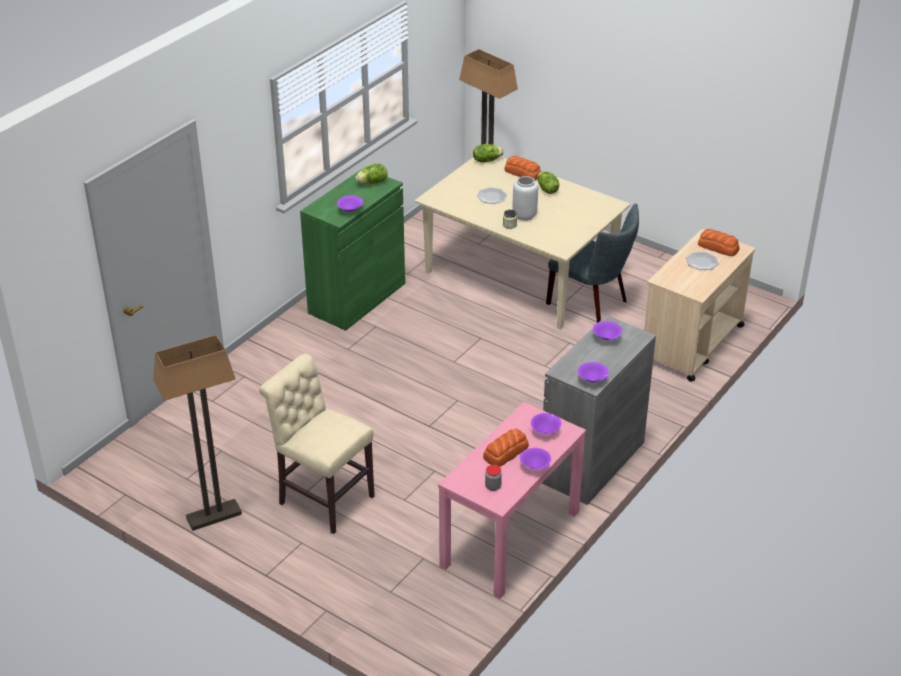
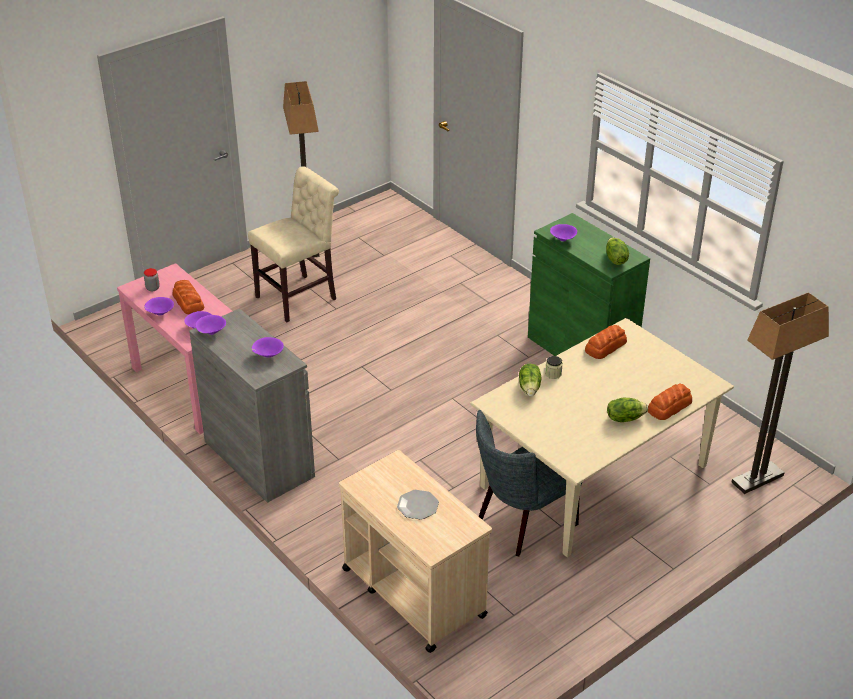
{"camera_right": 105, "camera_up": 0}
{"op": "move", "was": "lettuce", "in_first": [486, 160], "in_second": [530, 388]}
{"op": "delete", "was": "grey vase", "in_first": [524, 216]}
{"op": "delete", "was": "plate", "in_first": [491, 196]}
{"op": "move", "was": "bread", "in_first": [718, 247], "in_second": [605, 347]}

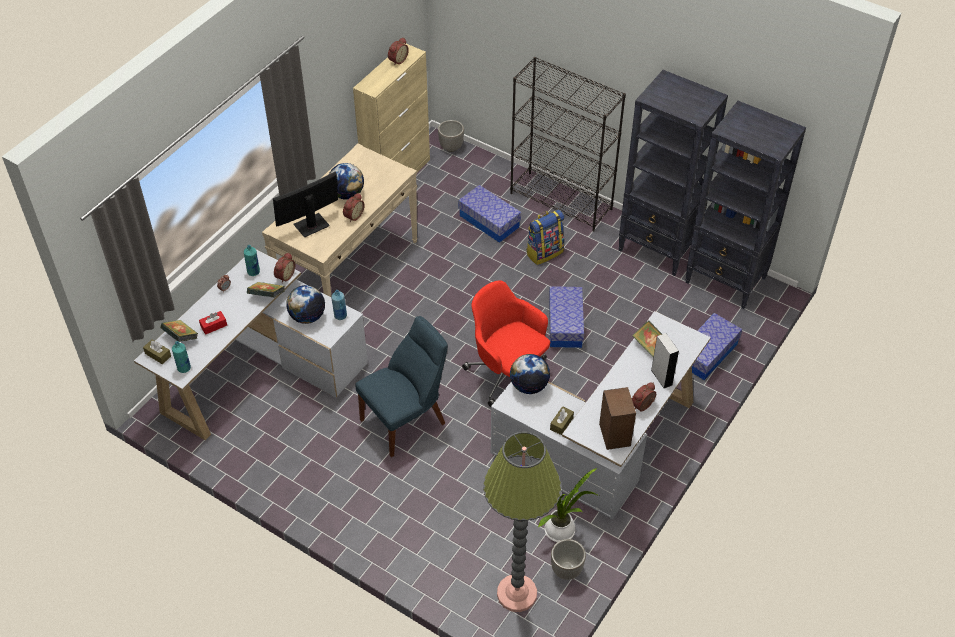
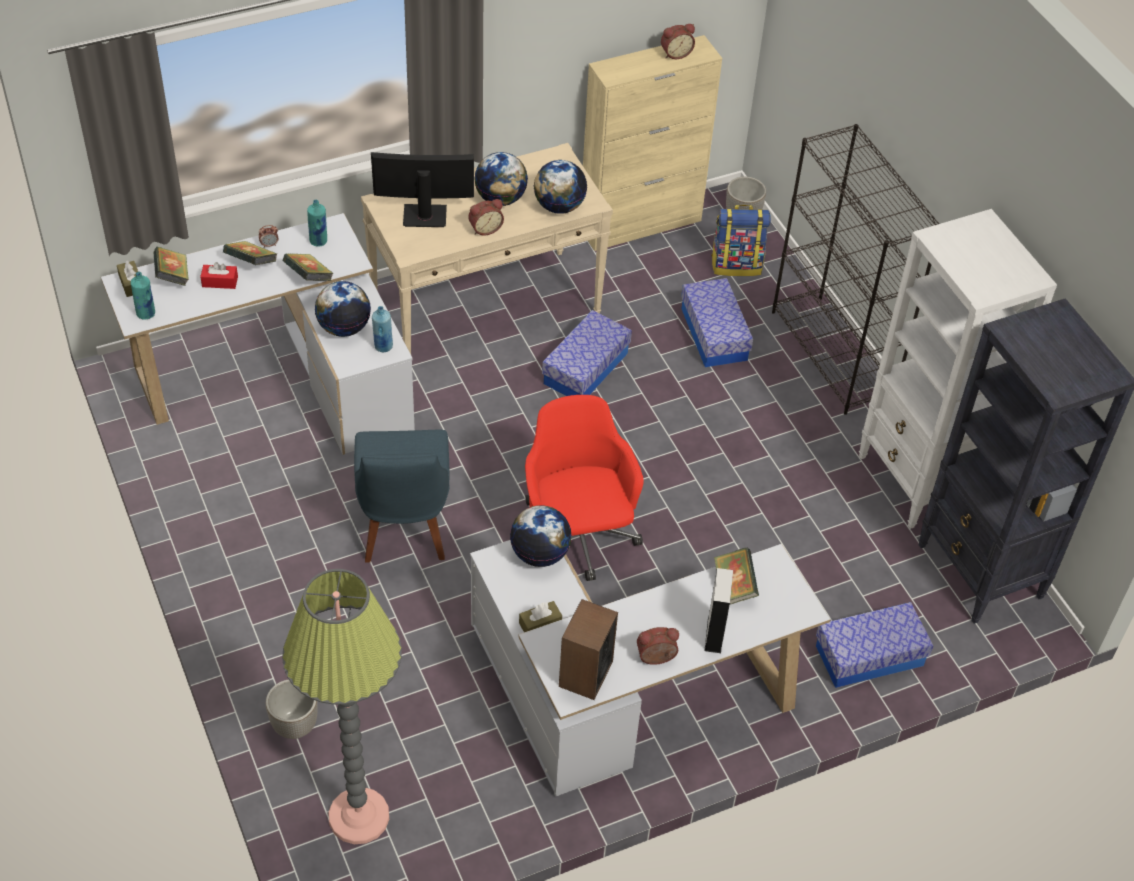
{"camera_right": 30, "camera_up": 0}
{"op": "recolor", "was": "black bookcase", "now": "white bookcase", "in_first": [658, 248], "in_second": [918, 481]}
{"op": "move", "was": "backpack", "in_first": [544, 252], "in_second": [737, 265]}
{"op": "delete", "was": "alarm clock", "in_first": [284, 276]}
{"op": "move", "was": "storage box", "in_first": [565, 324], "in_second": [586, 368]}
{"op": "rotate", "was": "blue chair", "in_first": [406, 420], "in_second": [404, 527], "clockwise": 90}
{"op": "delete", "was": "potted plant", "in_first": [562, 530]}
{"op": "move", "was": "planter", "in_first": [566, 570], "in_second": [295, 725]}
{"op": "insert", "now": "globe", "in_second": [559, 206]}
{"op": "insert", "now": "book", "in_second": [251, 264]}

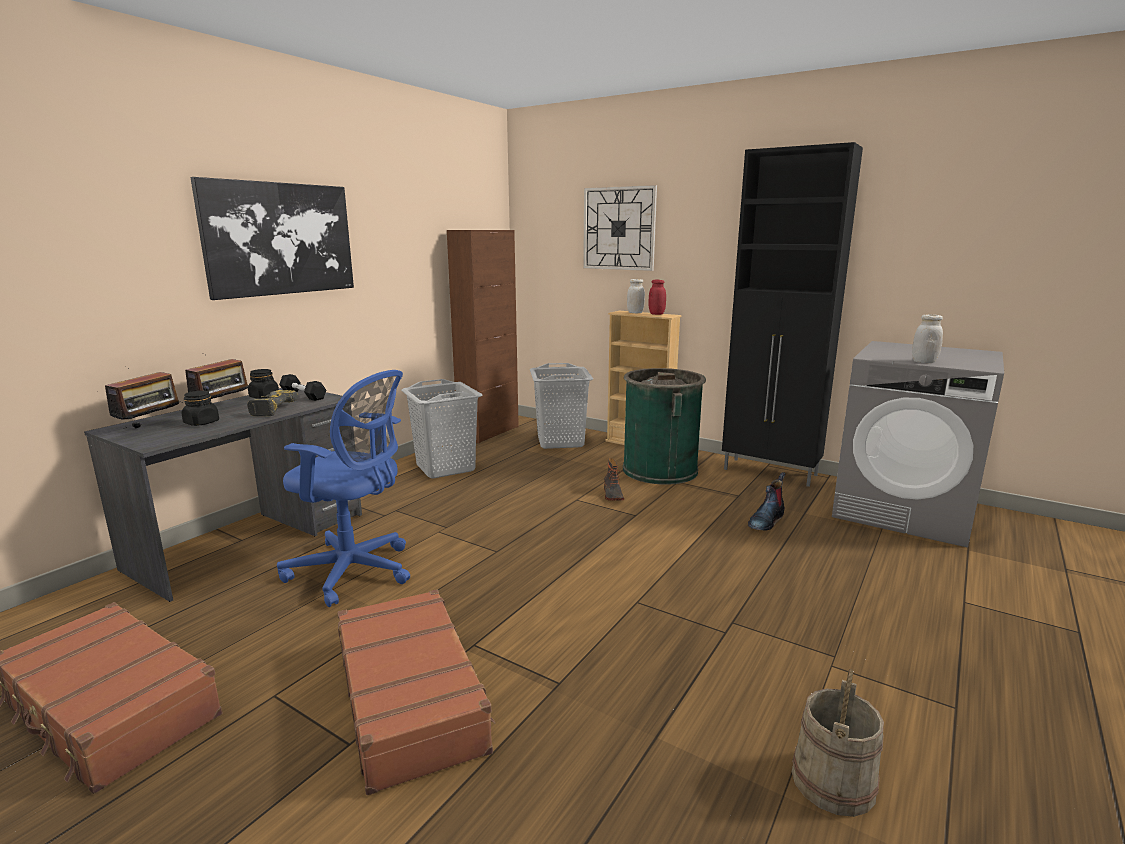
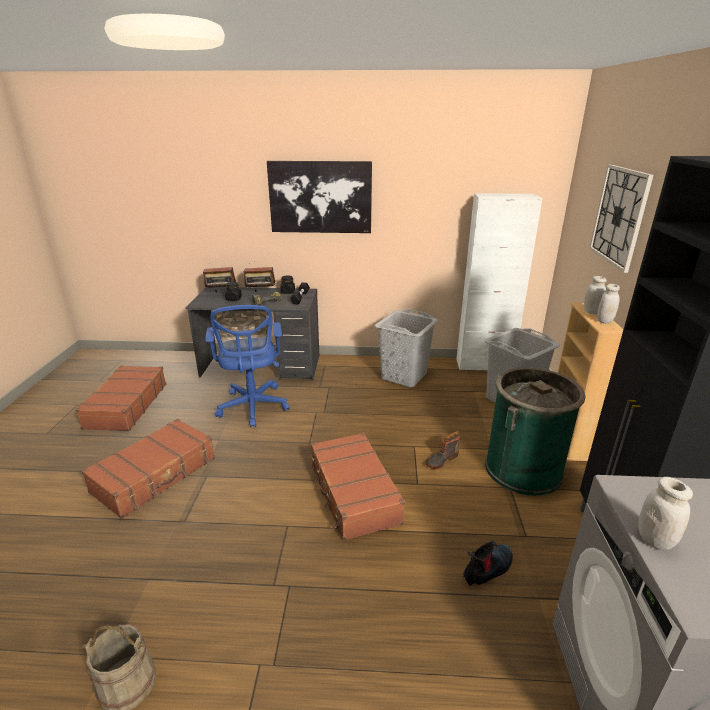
{"camera_right": 60, "camera_up": 10}
{"op": "recolor", "was": "brown cabinet", "now": "white cabinet", "in_first": [489, 432], "in_second": [484, 365]}
{"op": "recolor", "was": "red jar", "now": "white jar", "in_first": [656, 314], "in_second": [604, 321]}
{"op": "rotate", "was": "boot", "in_first": [766, 520], "in_second": [488, 569], "clockwise": 135}
{"op": "insert", "now": "brown suitcase", "in_second": [353, 493]}

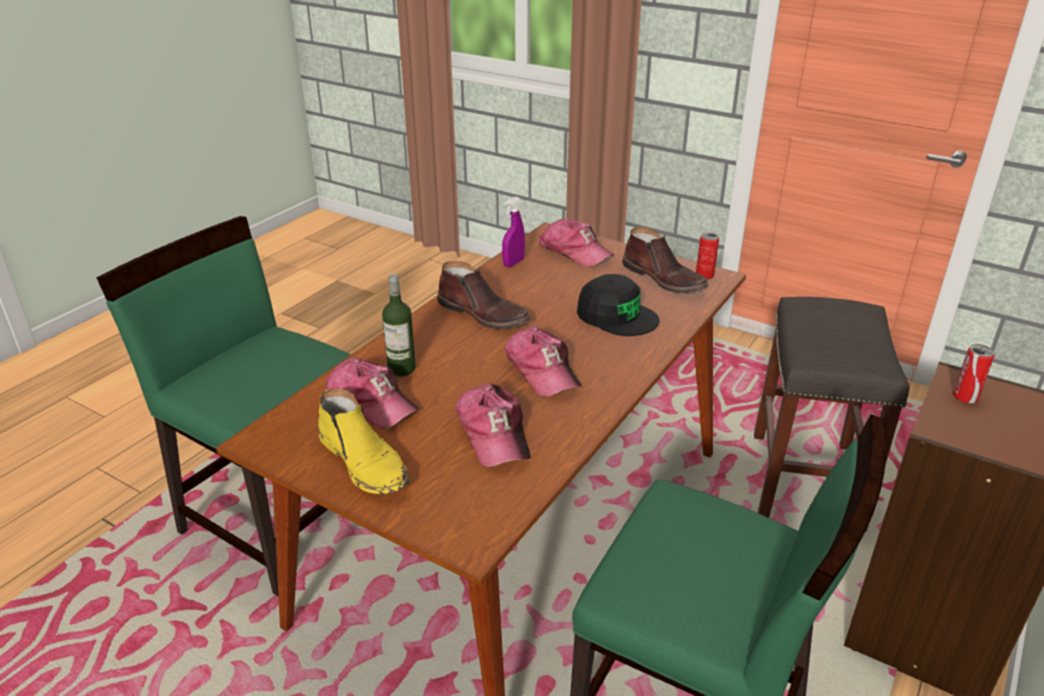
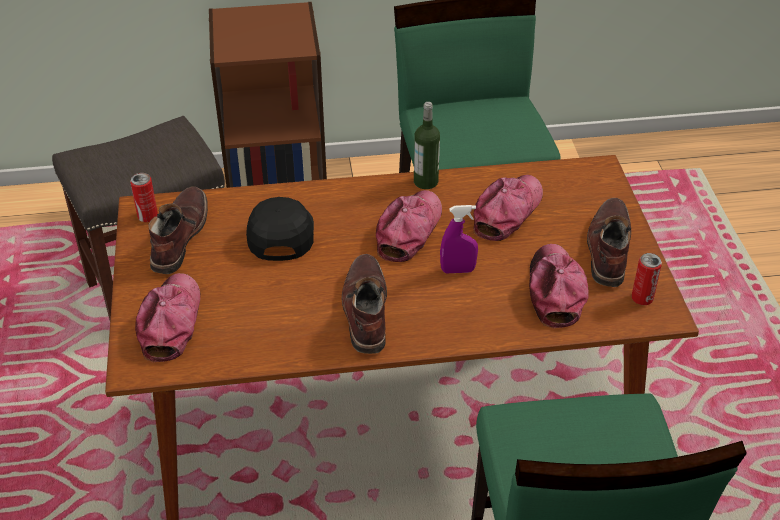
{"camera_right": -130, "camera_up": 10}
{"op": "move", "was": "purple spray bottle", "in_first": [513, 263], "in_second": [458, 270]}
{"op": "move", "was": "bottle", "in_first": [401, 369], "in_second": [425, 182]}
{"op": "move", "was": "can", "in_first": [965, 397], "in_second": [642, 298]}
{"op": "recolor", "was": "yellow boot", "now": "brown boot", "in_first": [365, 462], "in_second": [608, 248]}

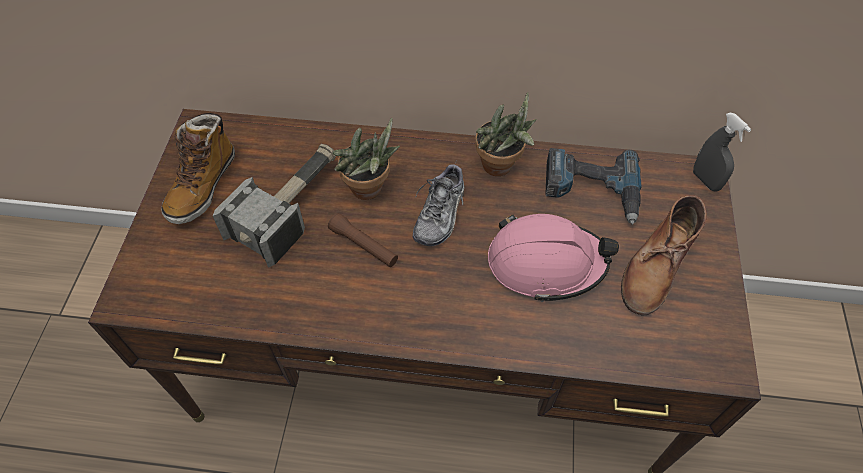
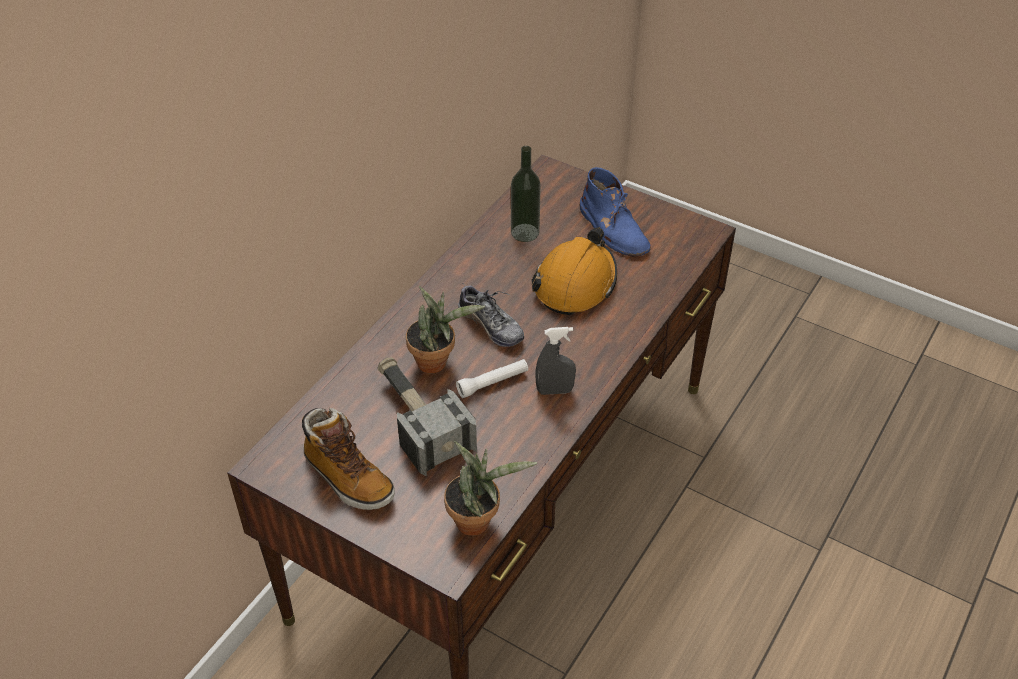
{"camera_right": -65, "camera_up": -10}
{"op": "move", "was": "potted plant", "in_first": [501, 167], "in_second": [478, 520]}
{"op": "move", "was": "grey spray bottle", "in_first": [705, 180], "in_second": [554, 390]}
{"op": "replace", "was": "power drill", "now": "bottle", "in_first": [591, 190], "in_second": [525, 232]}
{"op": "recolor", "was": "brown boot", "now": "blue boot", "in_first": [656, 267], "in_second": [613, 229]}
{"op": "recolor", "was": "brown flashlight", "now": "white flashlight", "in_first": [364, 246], "in_second": [493, 383]}
{"op": "recolor", "was": "pink hard hat", "now": "orange hard hat", "in_first": [546, 263], "in_second": [575, 283]}

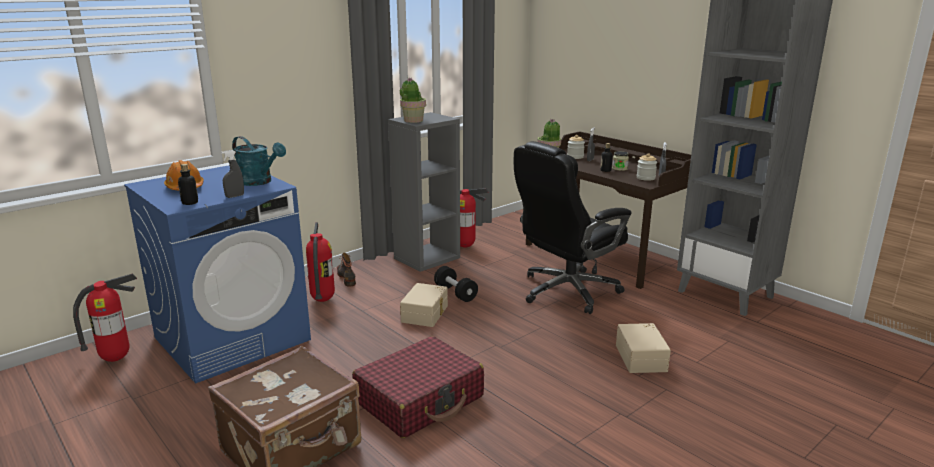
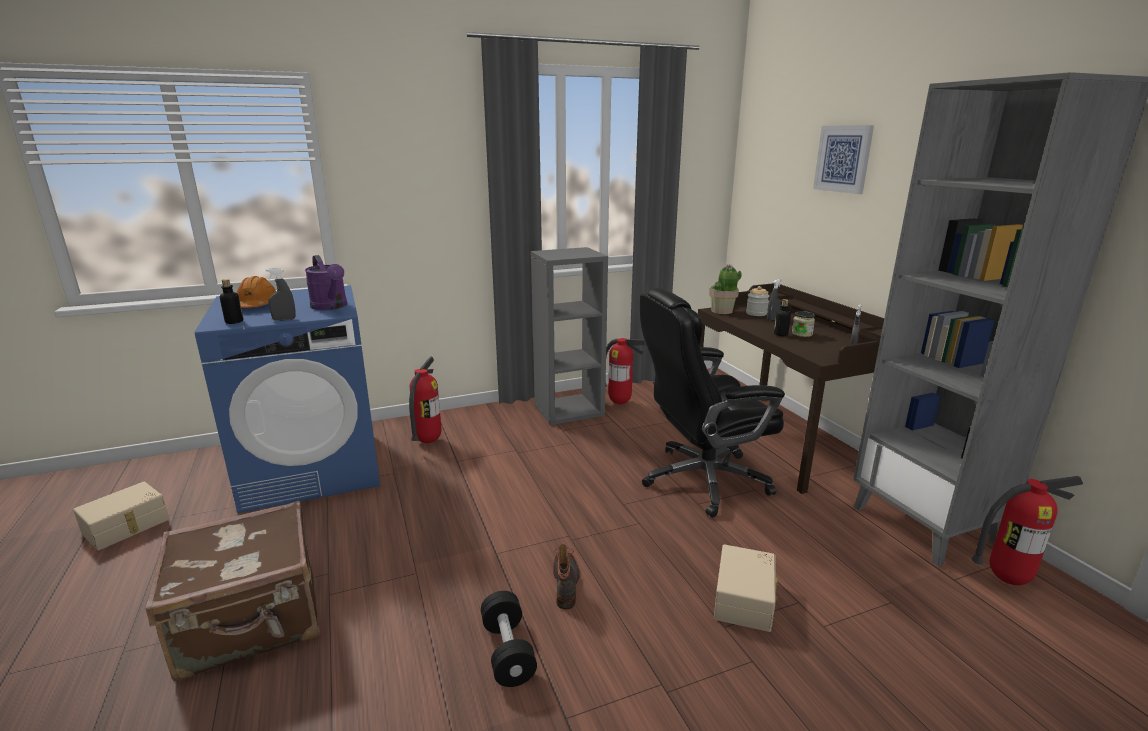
{"camera_right": 20, "camera_up": 0}
{"op": "delete", "was": "potted plant", "in_first": [413, 120]}
{"op": "recolor", "was": "turquoise watering can", "now": "purple watering can", "in_first": [259, 182], "in_second": [331, 307]}
{"op": "delete", "was": "jar", "in_first": [645, 178]}
{"op": "move", "was": "boot", "in_first": [347, 277], "in_second": [566, 582]}
{"op": "move", "was": "black dumbbell", "in_first": [455, 293], "in_second": [508, 652]}
{"op": "move", "was": "fire extinguisher", "in_first": [116, 358], "in_second": [1007, 579]}
{"op": "move", "was": "beige storage box", "in_first": [426, 314], "in_second": [127, 526]}
{"op": "delete", "was": "red suitcase", "in_first": [420, 400]}
{"op": "insert", "now": "picture", "in_second": [843, 159]}

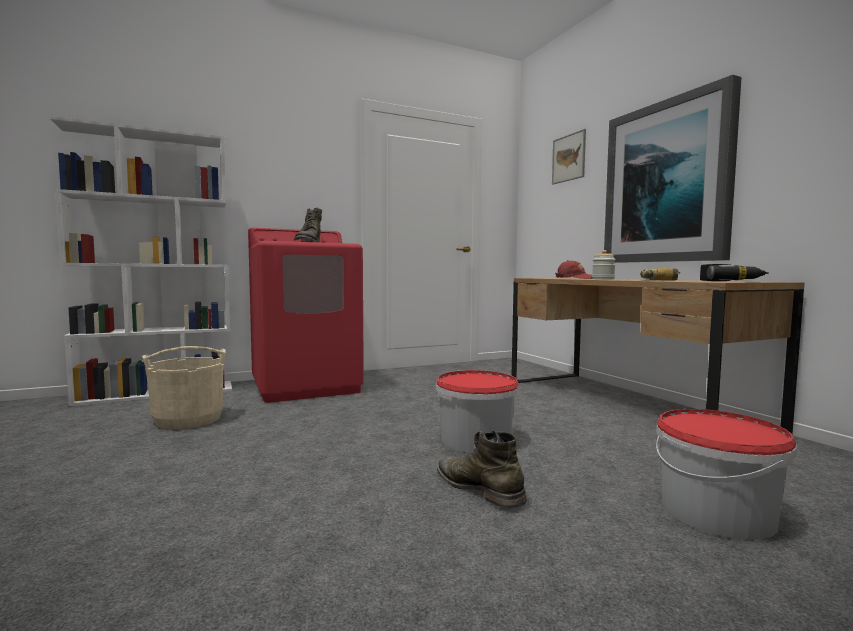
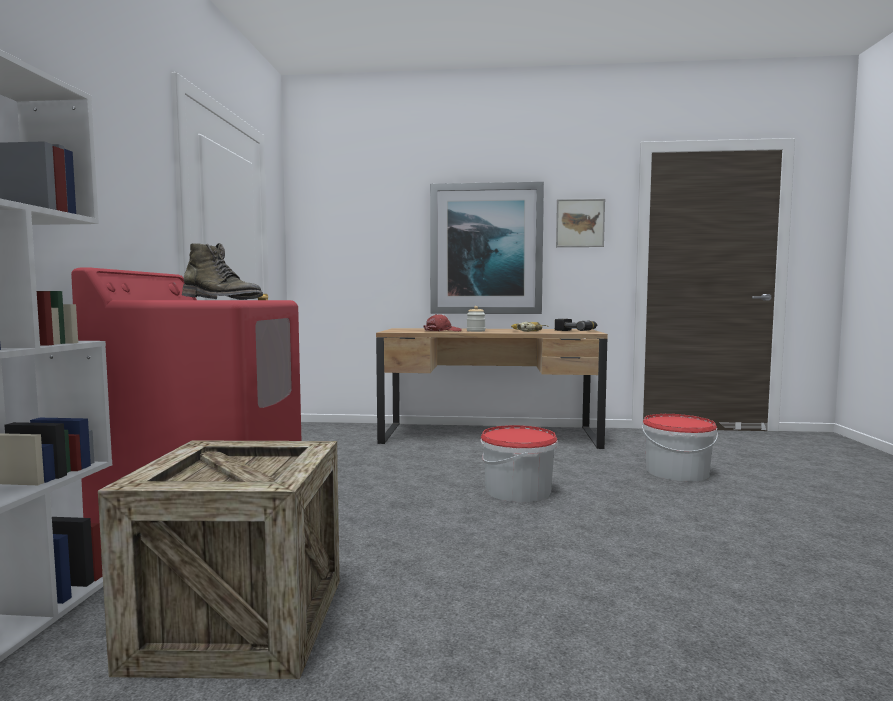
{"camera_right": -60, "camera_up": 0}
{"op": "move", "was": "picture", "in_first": [568, 158], "in_second": [580, 223]}
{"op": "replace", "was": "beige bucket", "now": "crate", "in_first": [188, 419], "in_second": [240, 622]}
{"op": "delete", "was": "green boot", "in_first": [478, 488]}

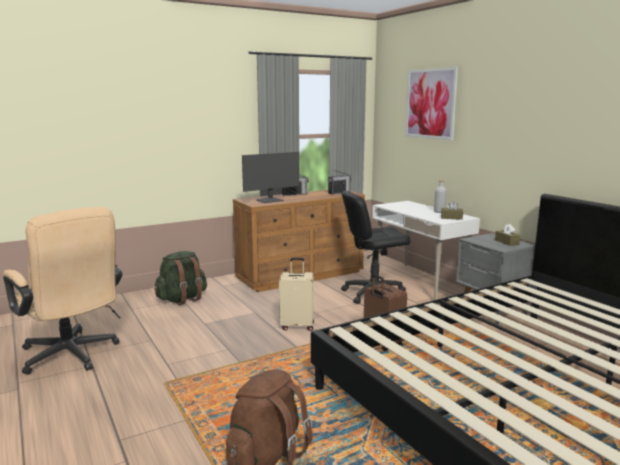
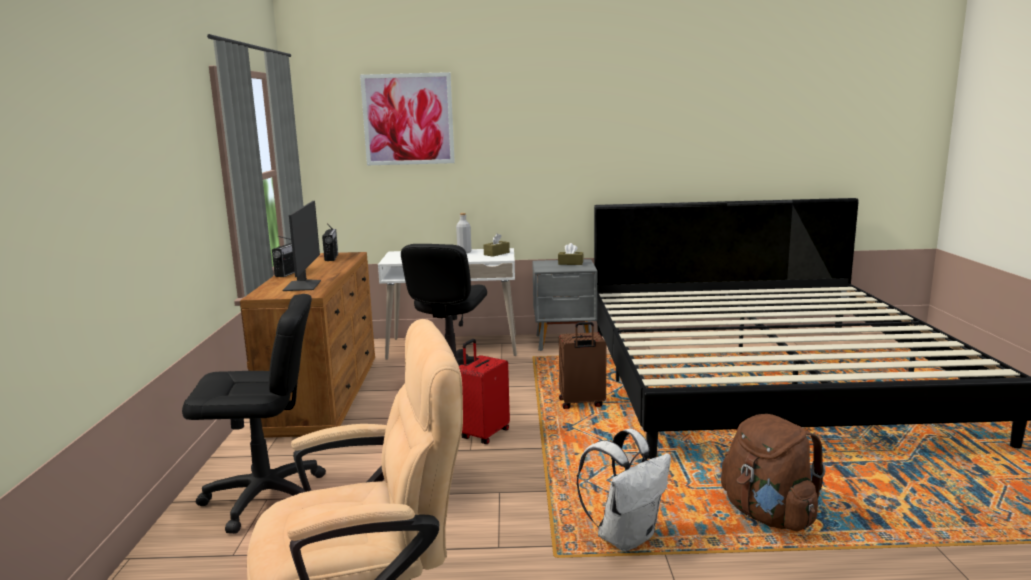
{"camera_right": -60, "camera_up": 0}
{"op": "replace", "was": "green backpack", "now": "black office chair", "in_first": [182, 299], "in_second": [265, 498]}
{"op": "recolor", "was": "beige suitcase", "now": "red suitcase", "in_first": [297, 326], "in_second": [483, 434]}
{"op": "insert", "now": "white backpack", "in_second": [626, 536]}

